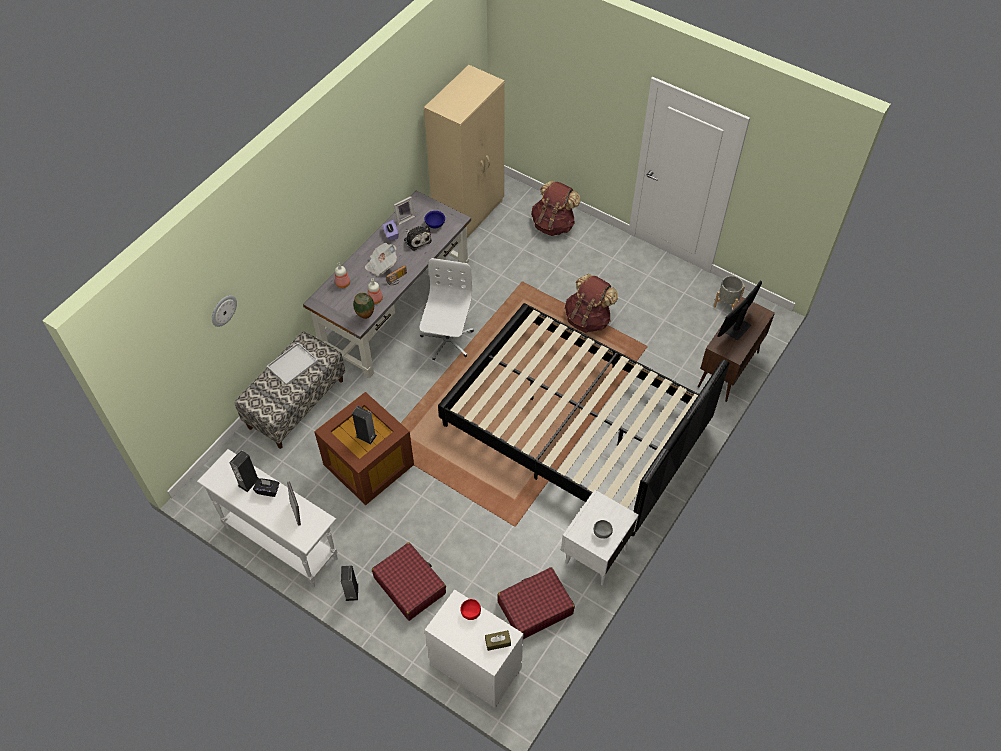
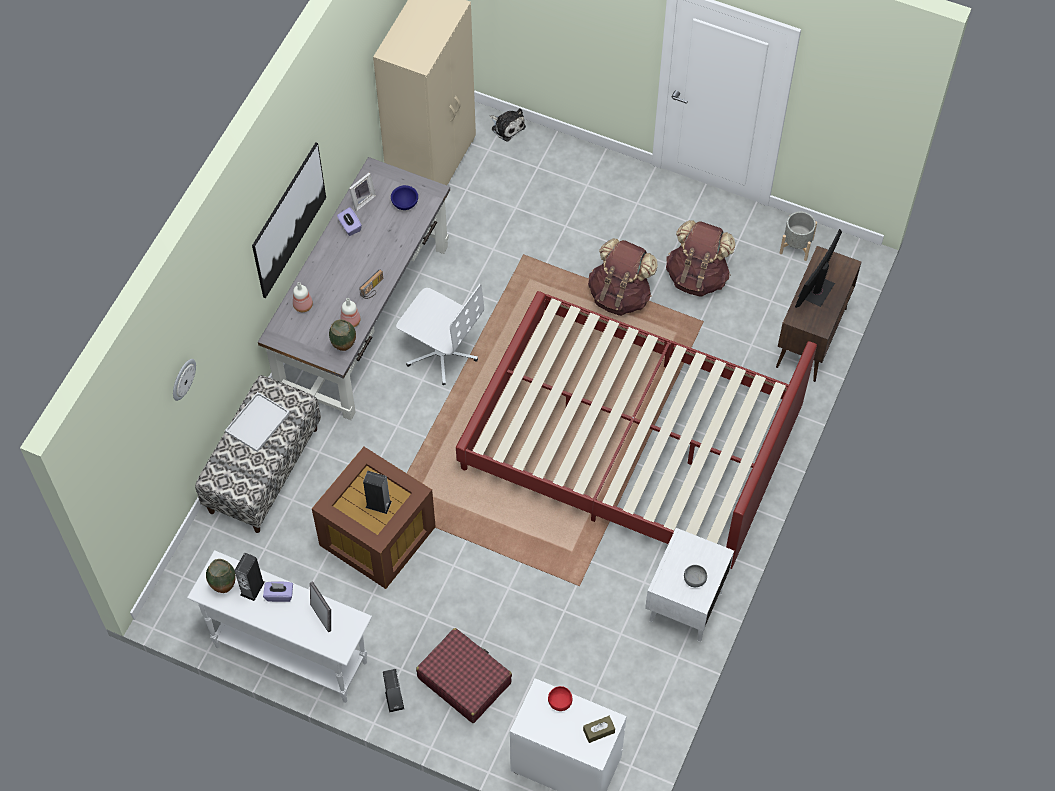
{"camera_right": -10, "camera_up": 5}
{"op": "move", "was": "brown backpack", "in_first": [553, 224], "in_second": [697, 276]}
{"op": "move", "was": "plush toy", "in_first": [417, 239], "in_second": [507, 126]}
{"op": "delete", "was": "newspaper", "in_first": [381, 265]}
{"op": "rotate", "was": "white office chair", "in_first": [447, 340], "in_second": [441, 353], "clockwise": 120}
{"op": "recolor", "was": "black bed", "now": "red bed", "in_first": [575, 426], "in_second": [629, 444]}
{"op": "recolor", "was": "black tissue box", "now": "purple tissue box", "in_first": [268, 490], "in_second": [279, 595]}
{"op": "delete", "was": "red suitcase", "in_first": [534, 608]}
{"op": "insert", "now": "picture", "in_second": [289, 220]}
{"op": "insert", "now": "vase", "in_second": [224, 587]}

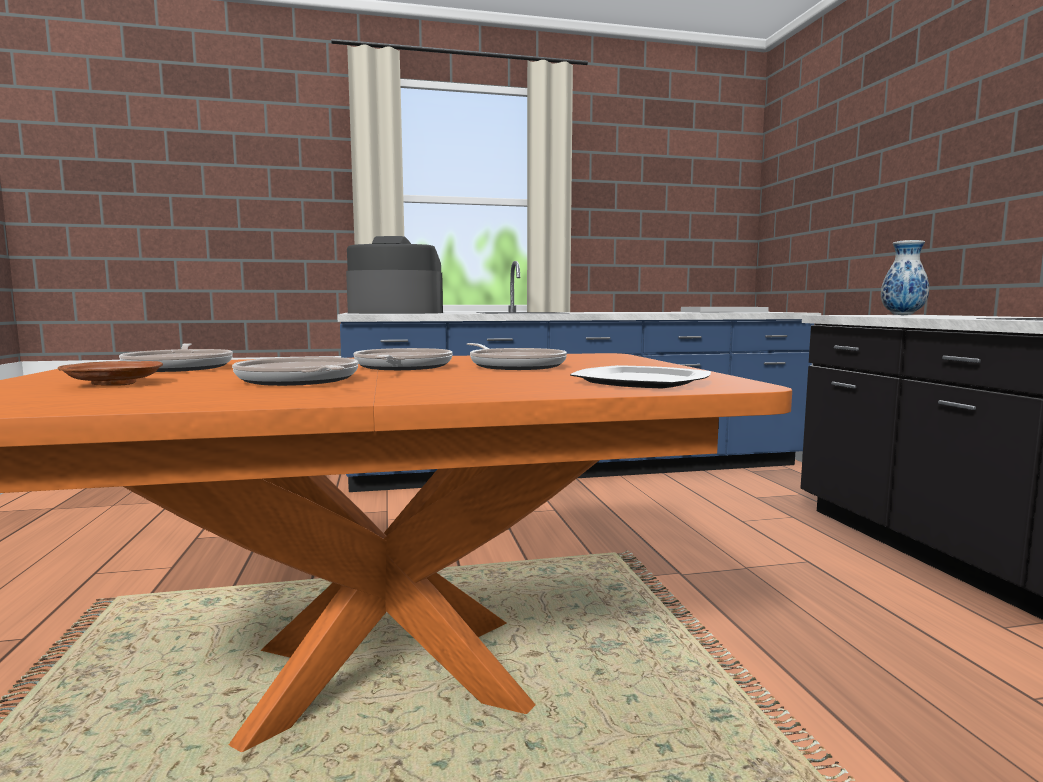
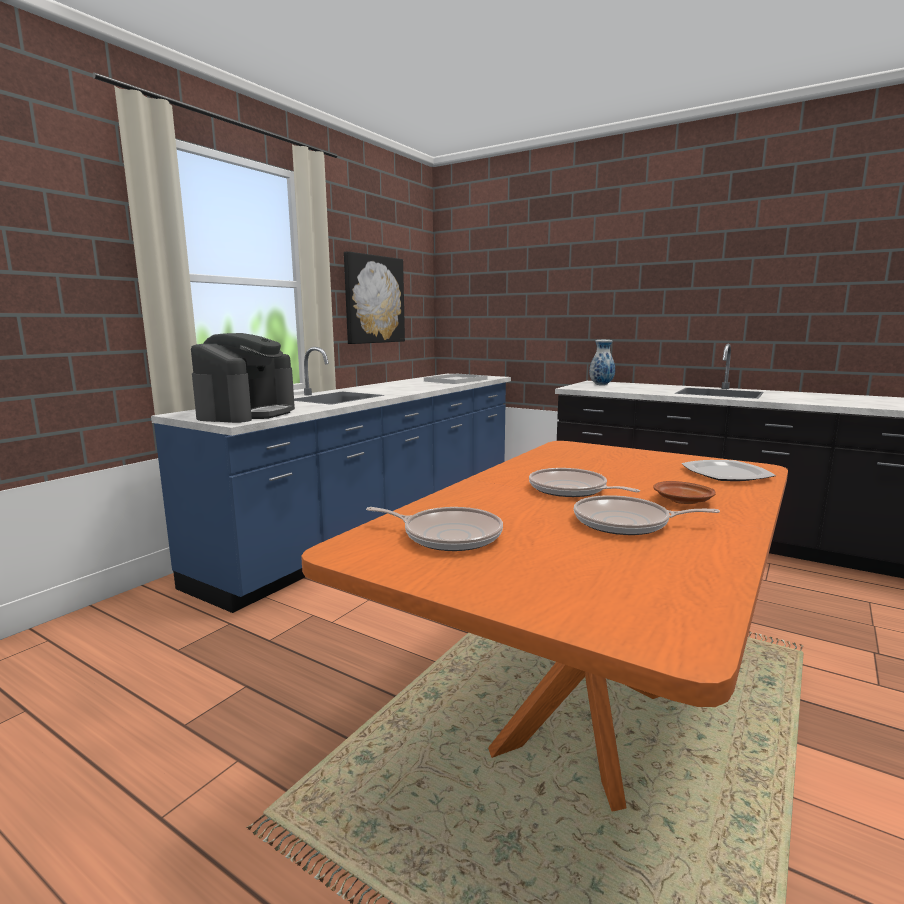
{"camera_right": -45, "camera_up": 5}
{"op": "rotate", "was": "coffee machine", "in_first": [395, 313], "in_second": [247, 413], "clockwise": 150}
{"op": "delete", "was": "frying pan", "in_first": [515, 366]}
{"op": "move", "was": "brown plate", "in_first": [113, 384], "in_second": [683, 501]}
{"op": "insert", "now": "picture", "in_second": [374, 299]}

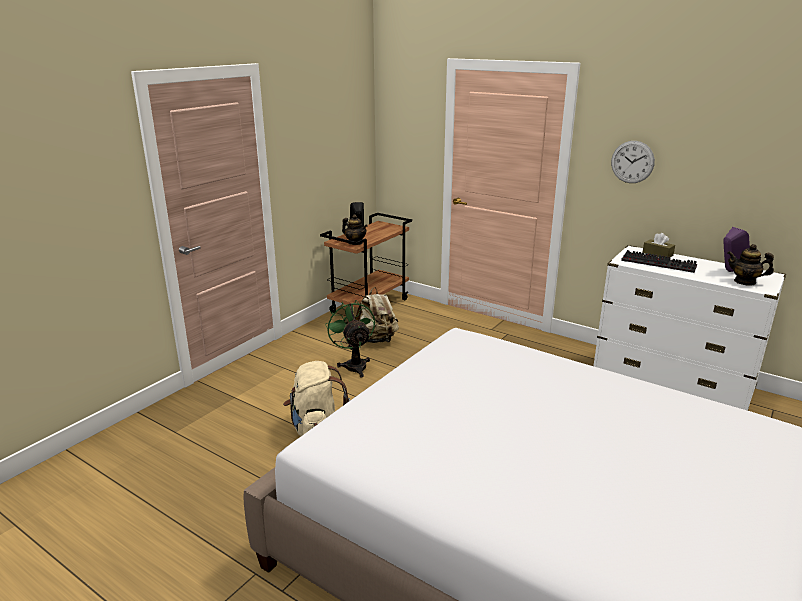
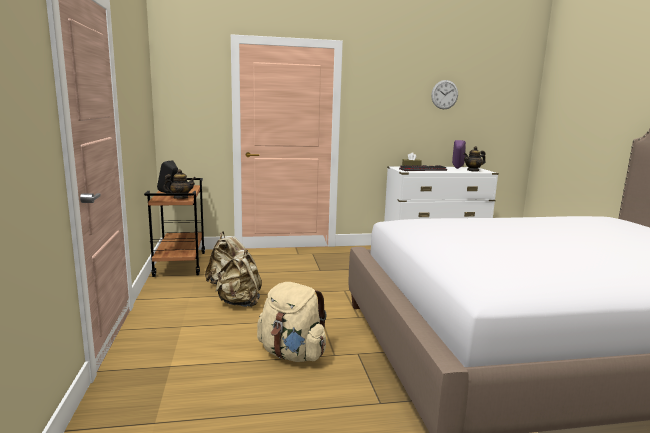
{"camera_right": -45, "camera_up": -10}
{"op": "move", "was": "wall clock", "in_first": [632, 162], "in_second": [444, 94]}
{"op": "replace", "was": "green fan", "now": "beige backpack", "in_first": [354, 365], "in_second": [240, 303]}

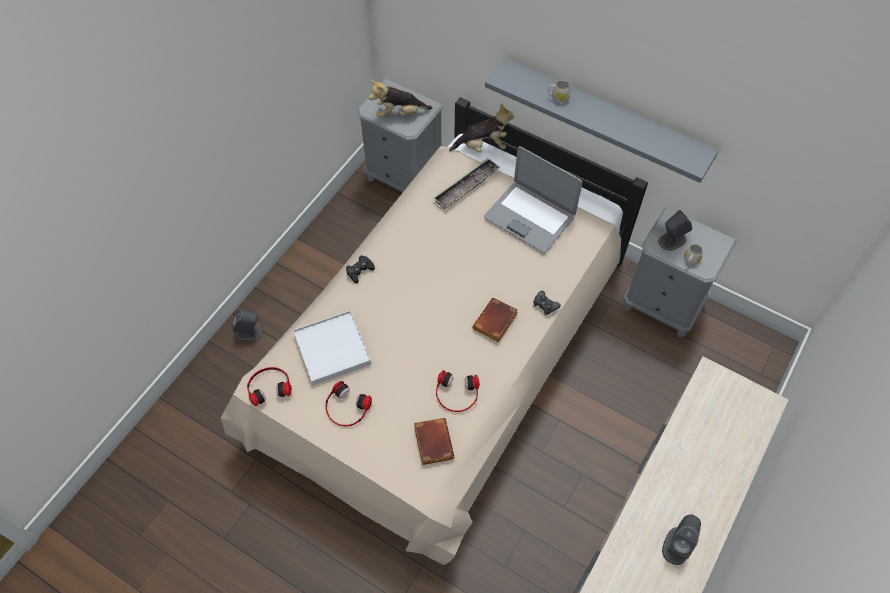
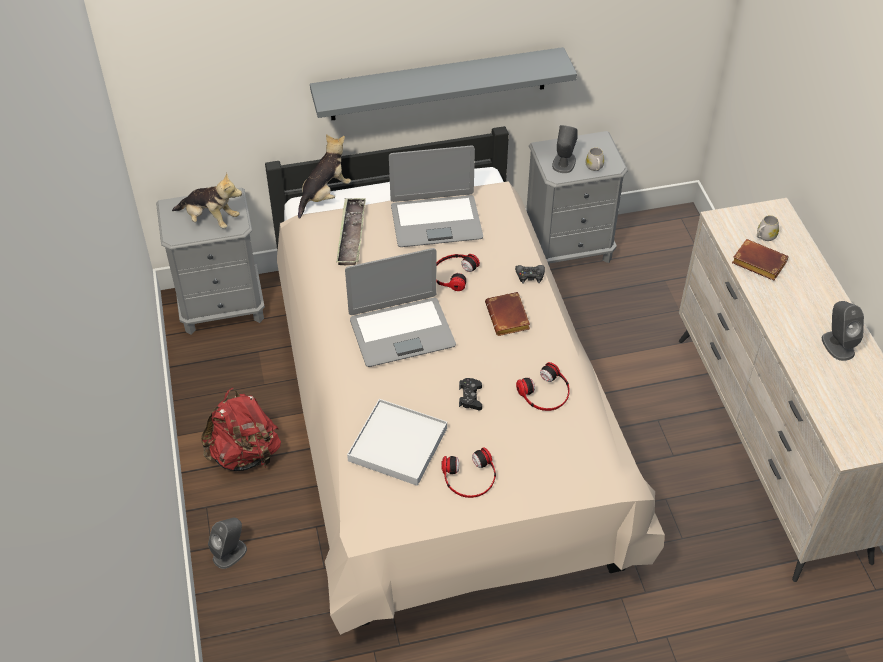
{"camera_right": -45, "camera_up": -10}
{"op": "rotate", "was": "plush toy", "in_first": [399, 113], "in_second": [210, 219], "clockwise": -105}
{"op": "move", "was": "white mug", "in_first": [558, 97], "in_second": [764, 237]}
{"op": "move", "was": "black game controller", "in_first": [360, 271], "in_second": [470, 397]}
{"op": "move", "was": "headphones", "in_first": [269, 386], "in_second": [453, 274]}
{"op": "move", "was": "brown book", "in_first": [432, 442], "in_second": [757, 263]}
{"op": "insert", "now": "laptop", "in_second": [401, 331]}
{"op": "insert", "now": "red backpack", "in_second": [245, 454]}

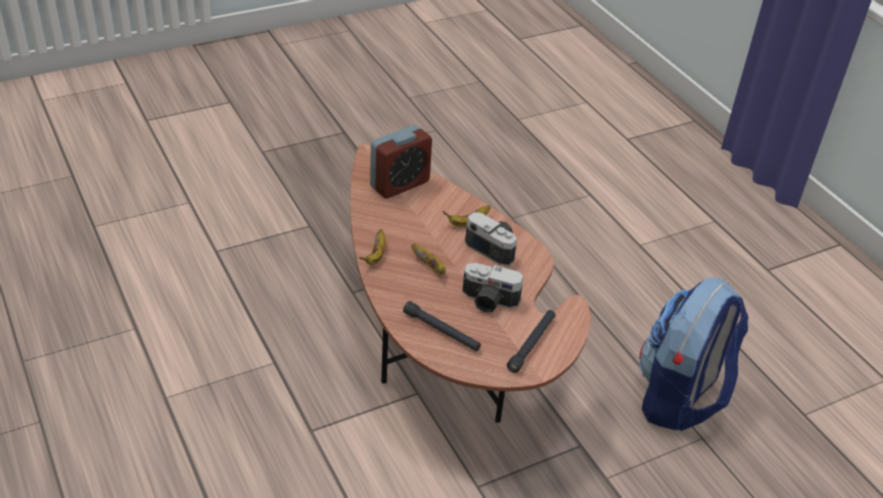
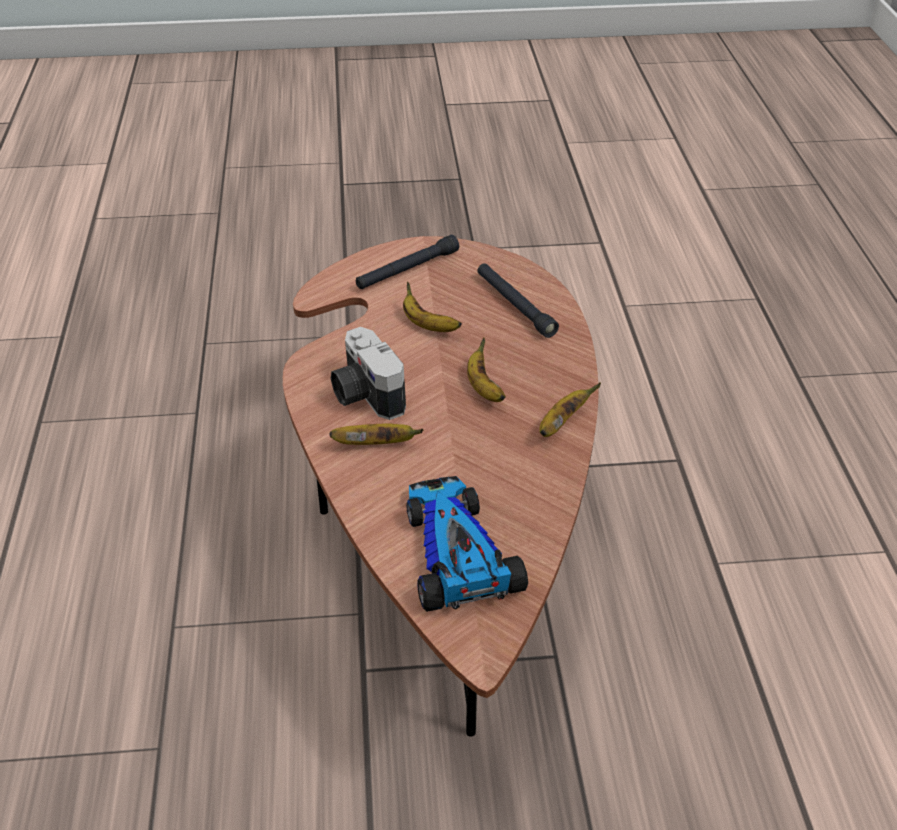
{"camera_right": -155, "camera_up": 0}
{"op": "replace", "was": "alarm clock", "now": "toy car", "in_first": [399, 184], "in_second": [454, 553]}
{"op": "replace", "was": "photo camera", "now": "banana", "in_first": [488, 301], "in_second": [427, 325]}
{"op": "delete", "was": "backpack", "in_first": [679, 398]}

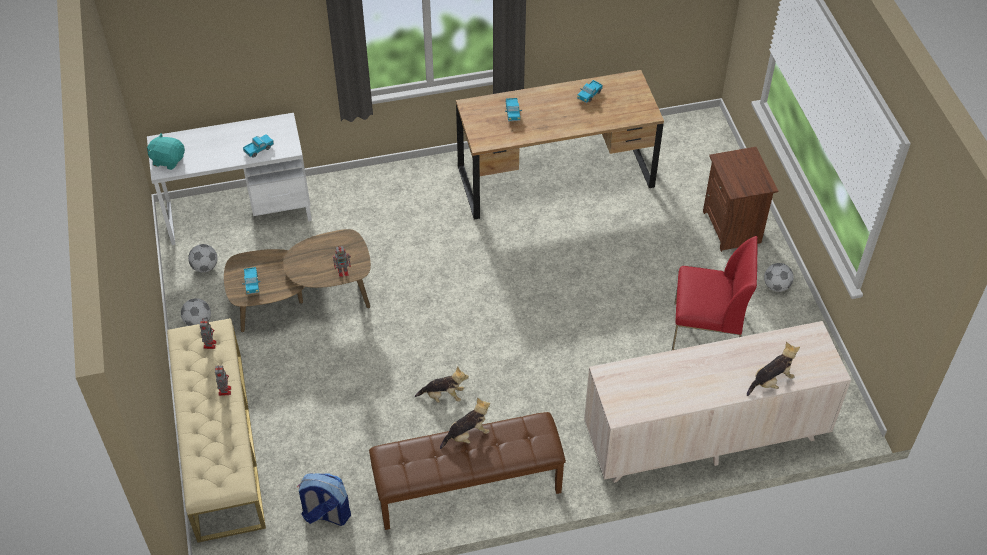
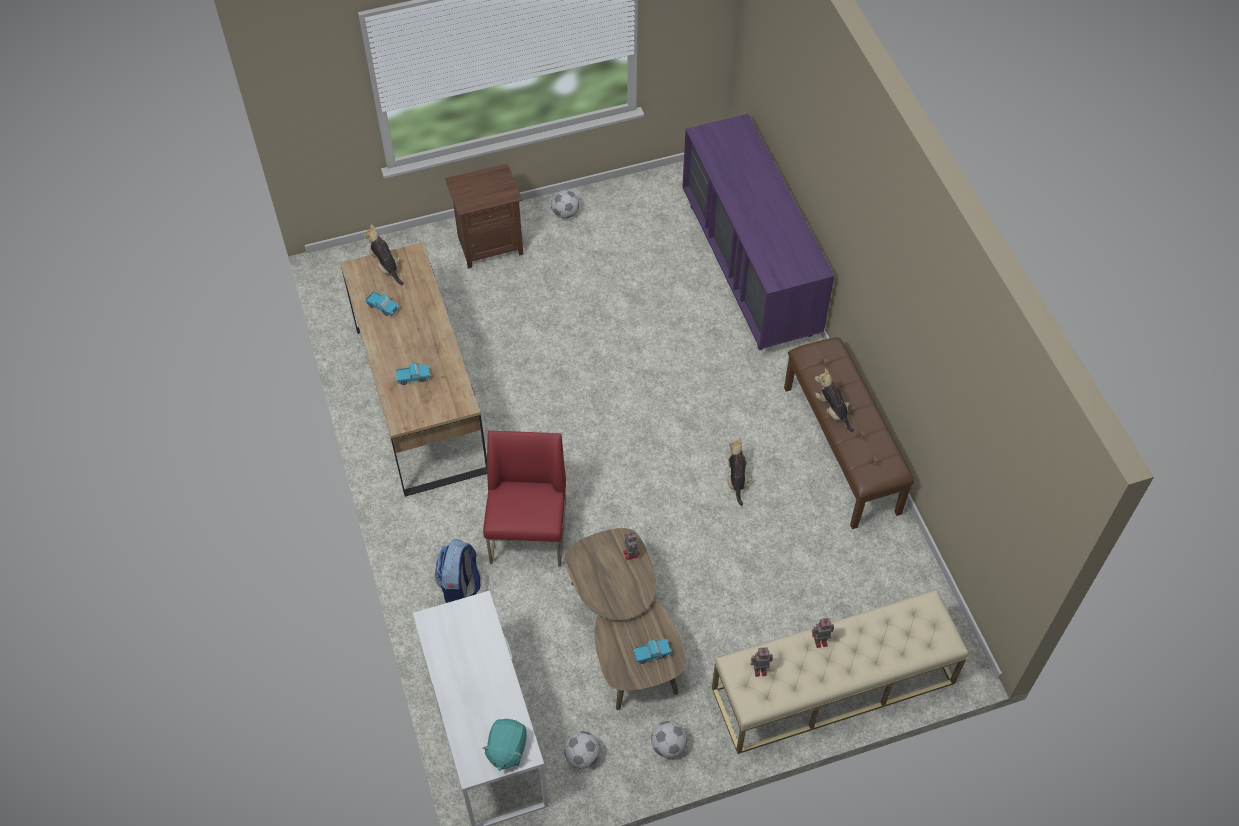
{"camera_right": -95, "camera_up": 5}
{"op": "delete", "was": "toy truck", "in_first": [259, 149]}
{"op": "move", "was": "red chair", "in_first": [706, 331], "in_second": [529, 532]}
{"op": "recolor", "was": "beige dresser", "now": "purple dresser", "in_first": [704, 436], "in_second": [749, 269]}
{"op": "move", "was": "plush toy", "in_first": [771, 381], "in_second": [386, 266]}
{"op": "move", "was": "backpack", "in_first": [326, 514], "in_second": [460, 586]}

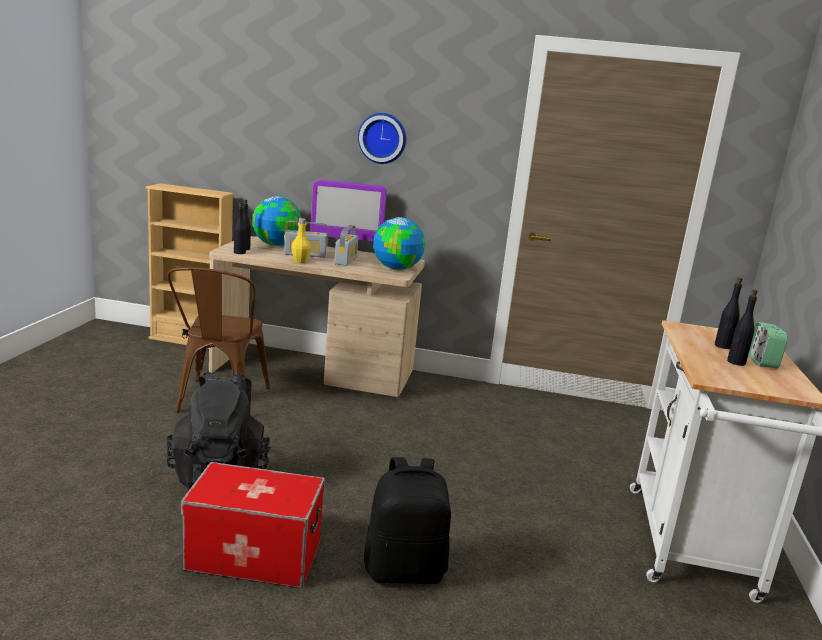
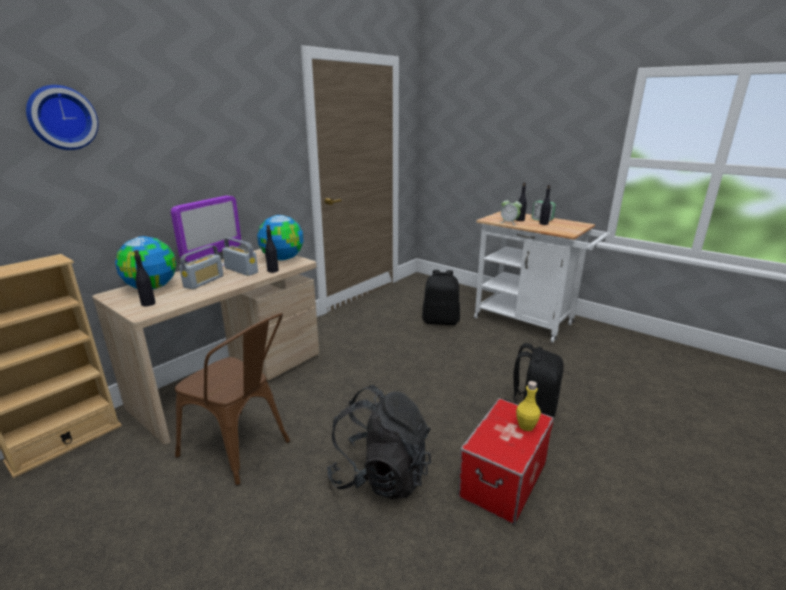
{"camera_right": -60, "camera_up": 5}
{"op": "move", "was": "wall clock", "in_first": [383, 138], "in_second": [61, 118]}
{"op": "move", "was": "black bottle", "in_first": [239, 252], "in_second": [272, 271]}
{"op": "move", "was": "yellow bottle", "in_first": [300, 261], "in_second": [526, 426]}
{"op": "insert", "now": "alarm clock", "in_second": [509, 223]}
{"op": "insert", "now": "black backpack", "in_second": [441, 321]}

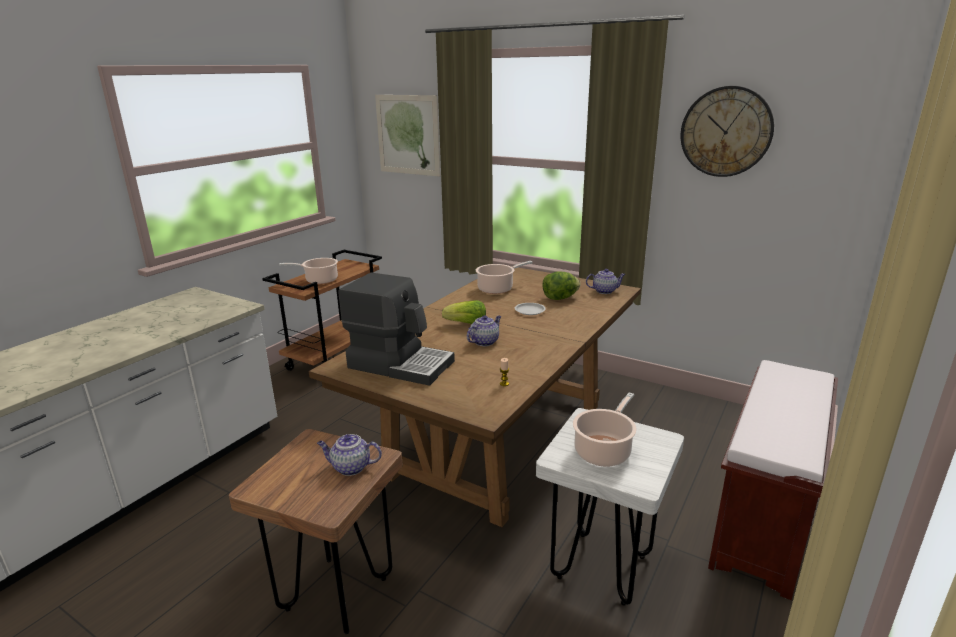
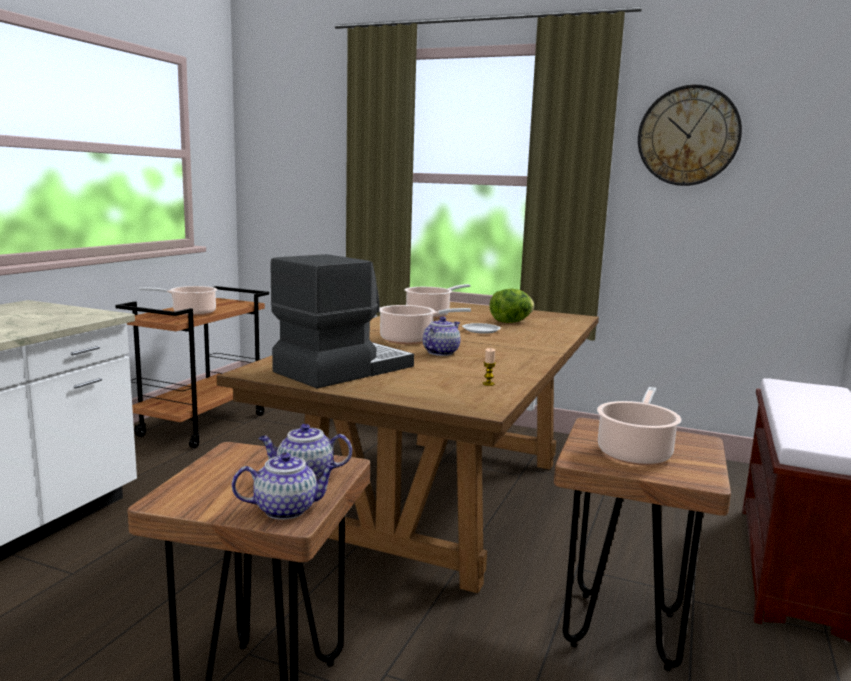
{"camera_right": -10, "camera_up": -10}
{"op": "delete", "was": "picture", "in_first": [408, 135]}
{"op": "move", "was": "teapot", "in_first": [605, 291], "in_second": [287, 509]}
{"op": "rotate", "was": "coffee machine", "in_first": [400, 364], "in_second": [342, 369], "clockwise": -60}
{"op": "replace", "was": "lettuce", "now": "cooking pot", "in_first": [467, 324], "in_second": [410, 340]}
{"op": "recolor", "was": "white stool", "now": "brown stool", "in_first": [601, 567], "in_second": [623, 630]}

